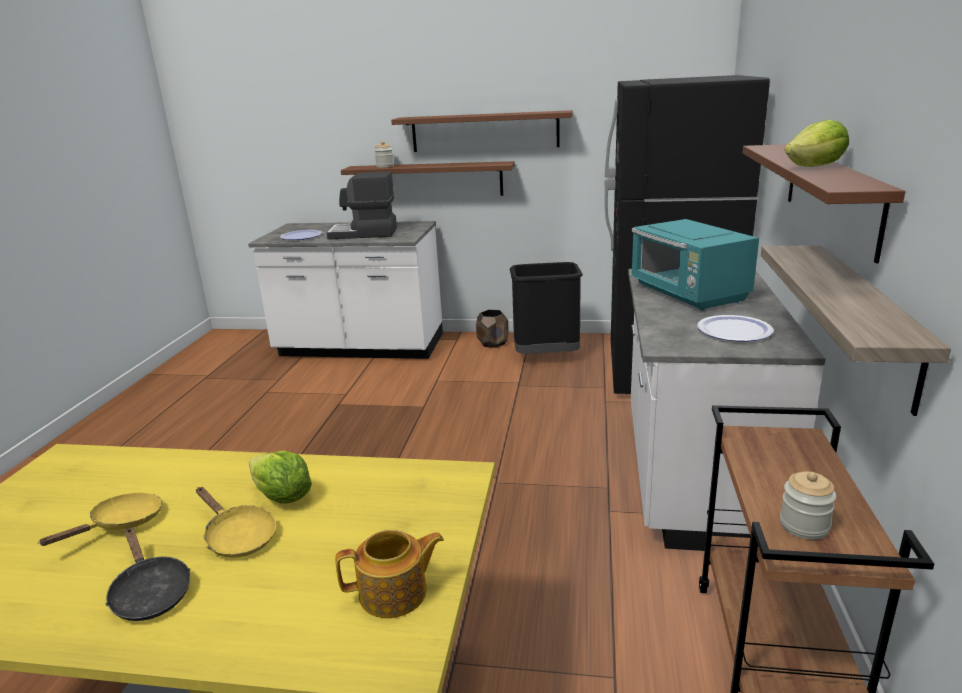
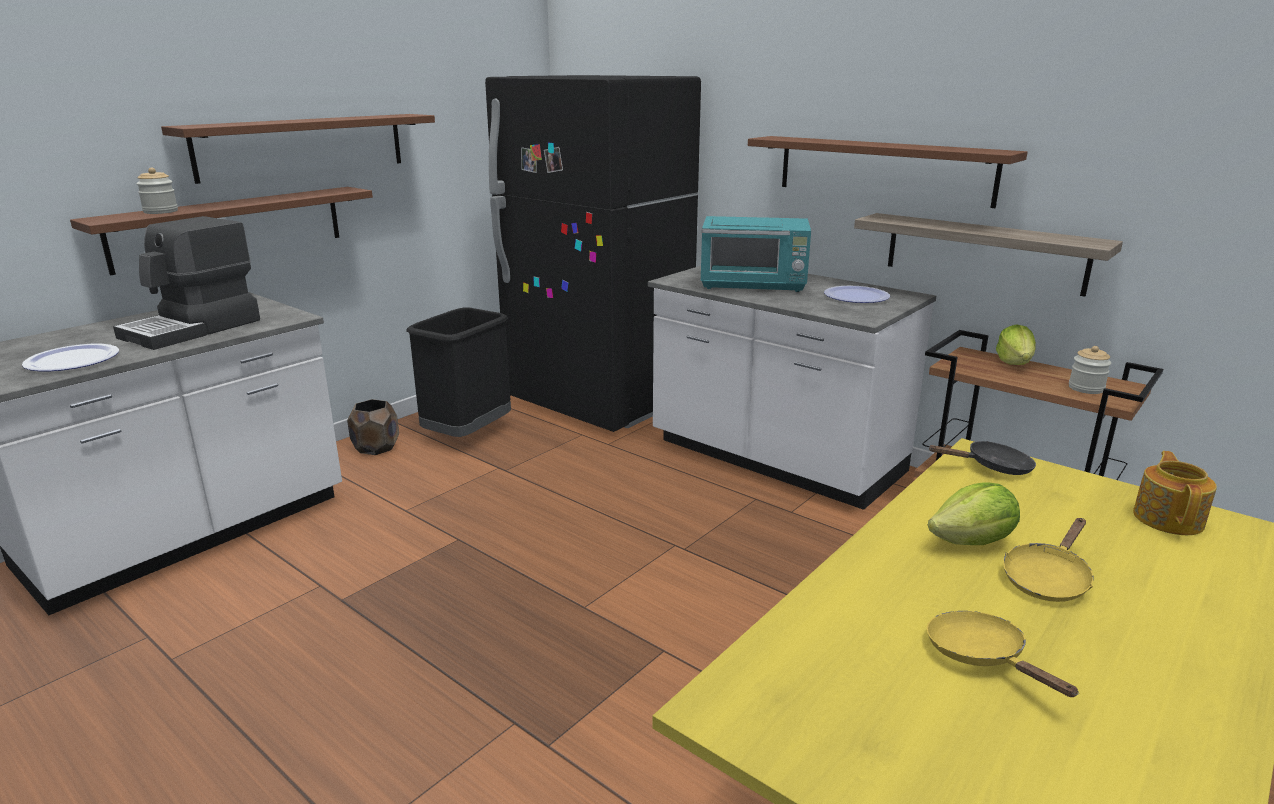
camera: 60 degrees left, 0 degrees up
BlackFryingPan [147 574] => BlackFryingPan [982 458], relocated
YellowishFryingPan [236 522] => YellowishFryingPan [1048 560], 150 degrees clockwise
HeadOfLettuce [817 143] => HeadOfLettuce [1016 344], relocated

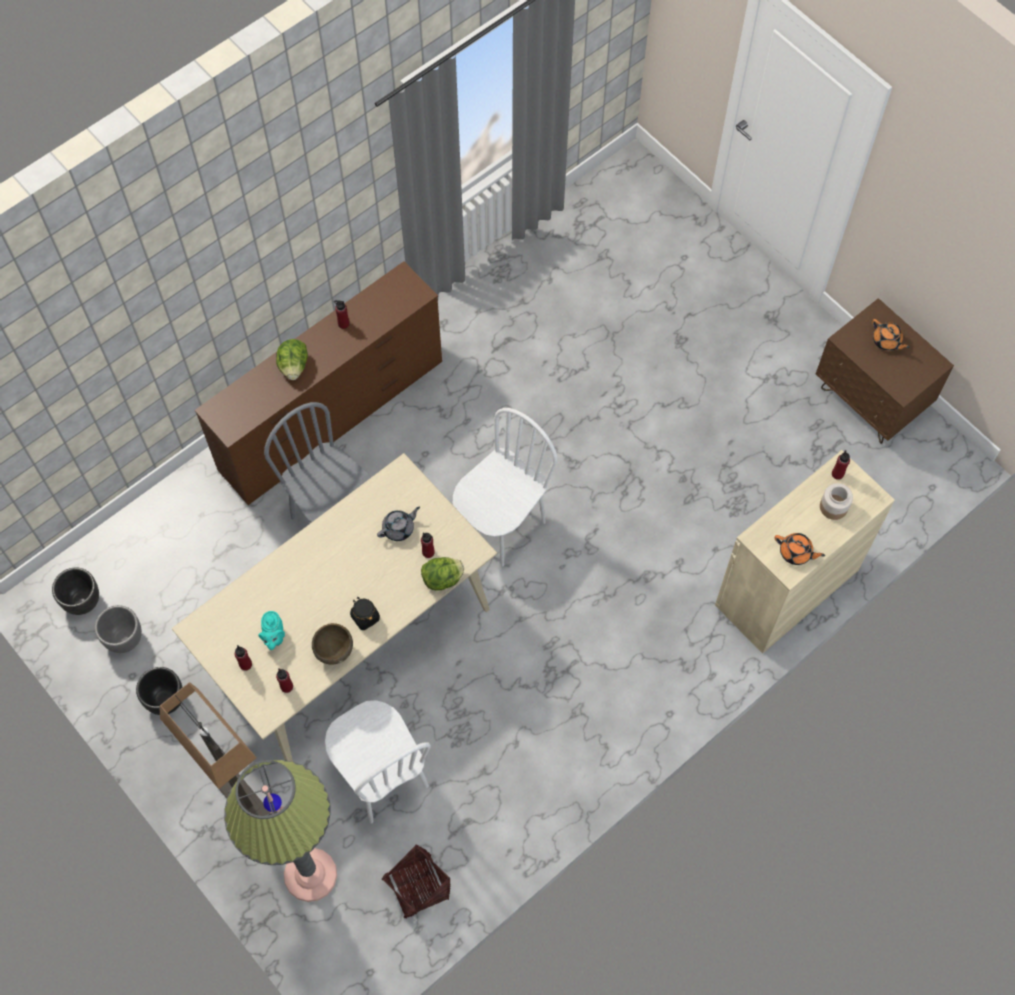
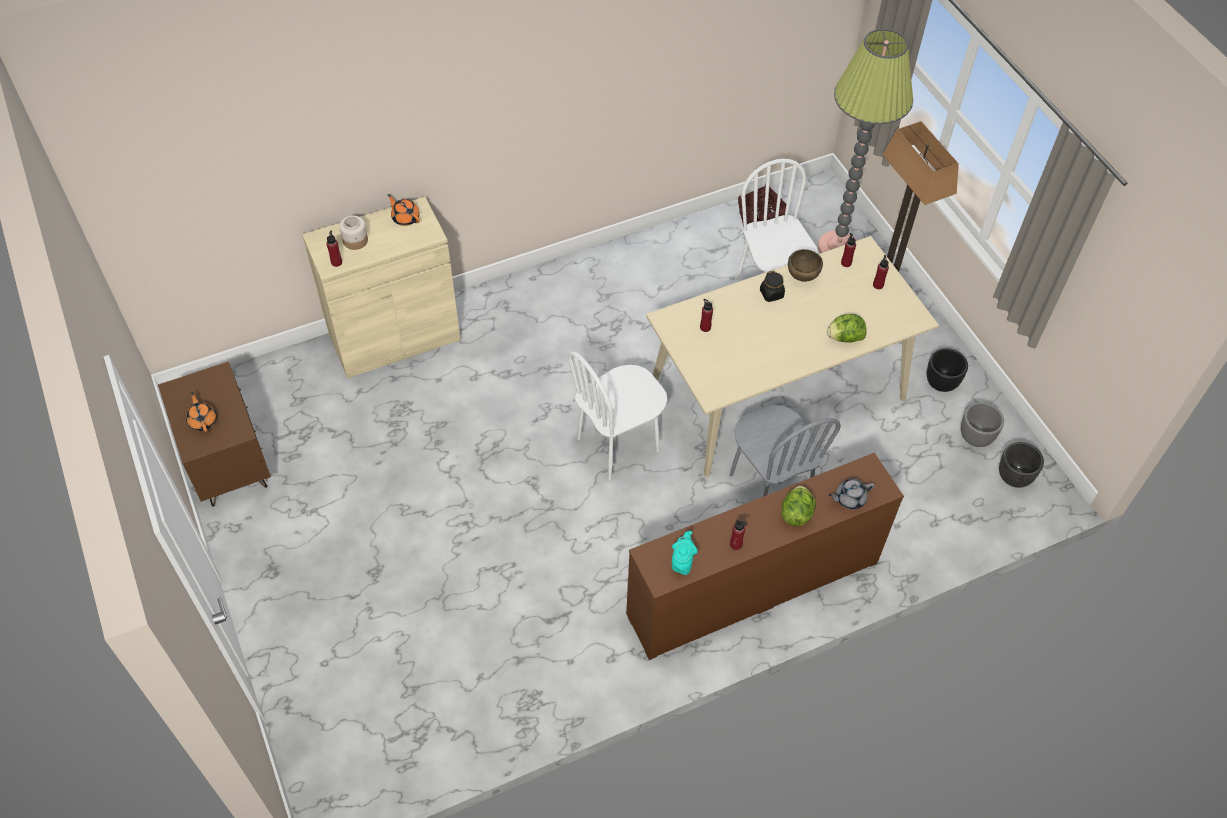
camera: 165 degrees left, 10 degrees down
BlueGreenPotForTea [271 630] => BlueGreenPotForTea [685 553], relocated
GrayPotForTea [398 524] => GrayPotForTea [852 494], relocated
HeadOfLettuce [442 574] => HeadOfLettuce [846 328], relocated

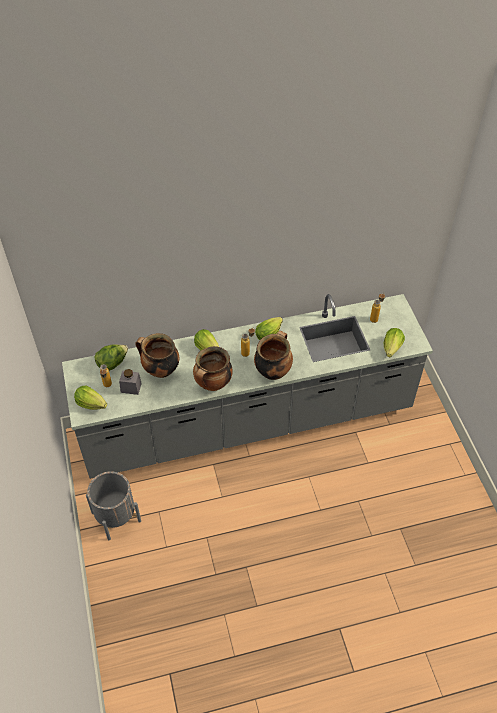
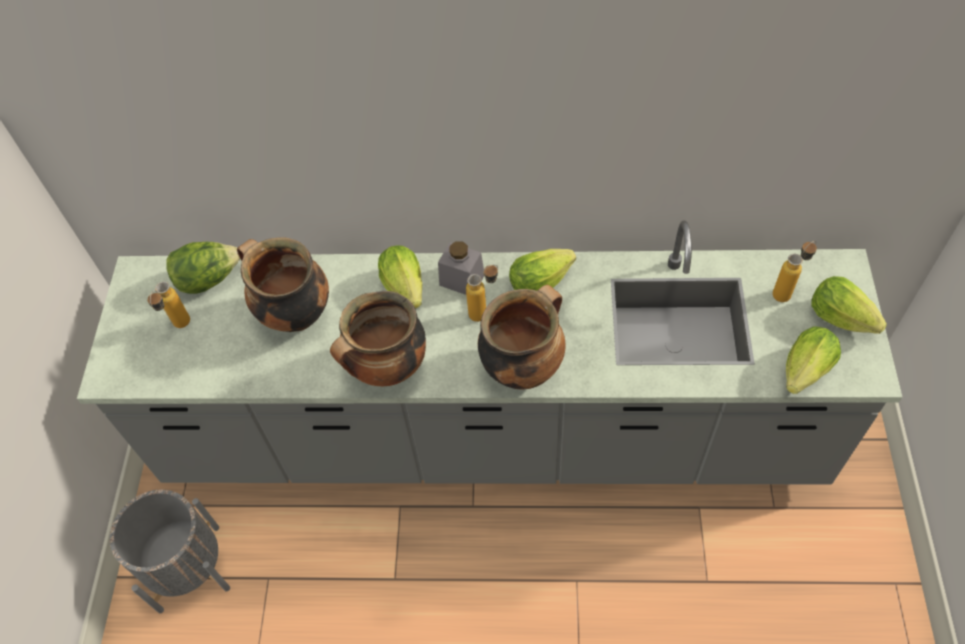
camera: 20 degrees right, 5 degrees up
HeadOfLettuce [90 397] => HeadOfLettuce [849 305], relocated
GrayPreserveJar [130 382] => GrayPreserveJar [461 268], relocated

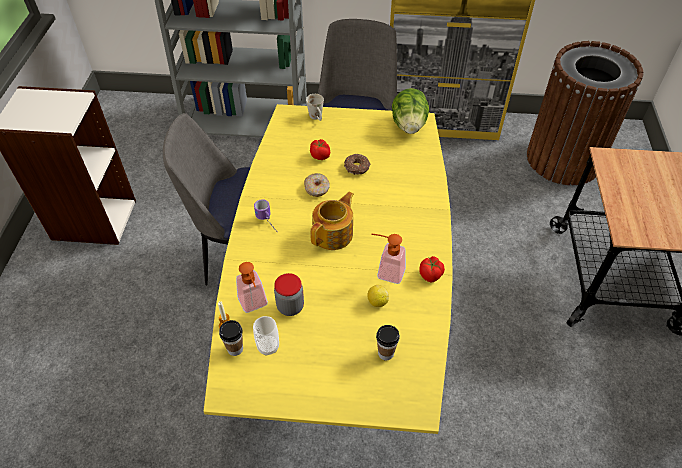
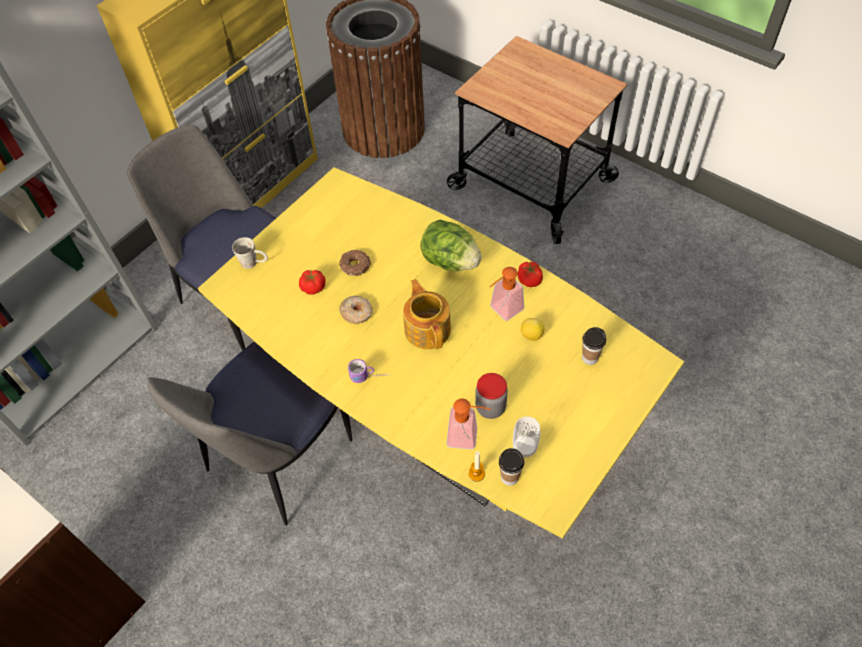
camera: 55 degrees left, 5 degrees up
HeadOfLettuce [410 111] => HeadOfLettuce [451 245], relocated

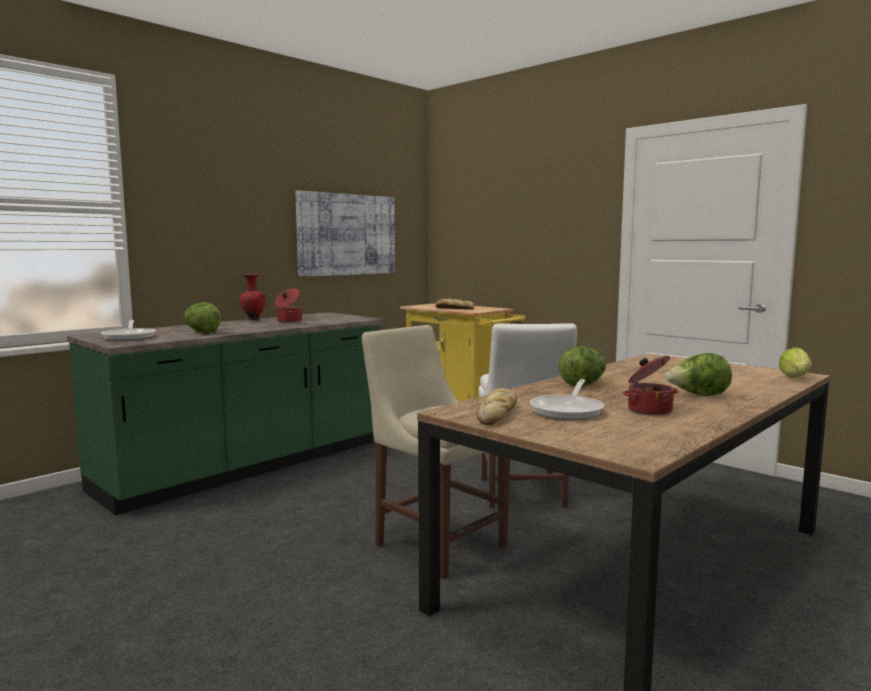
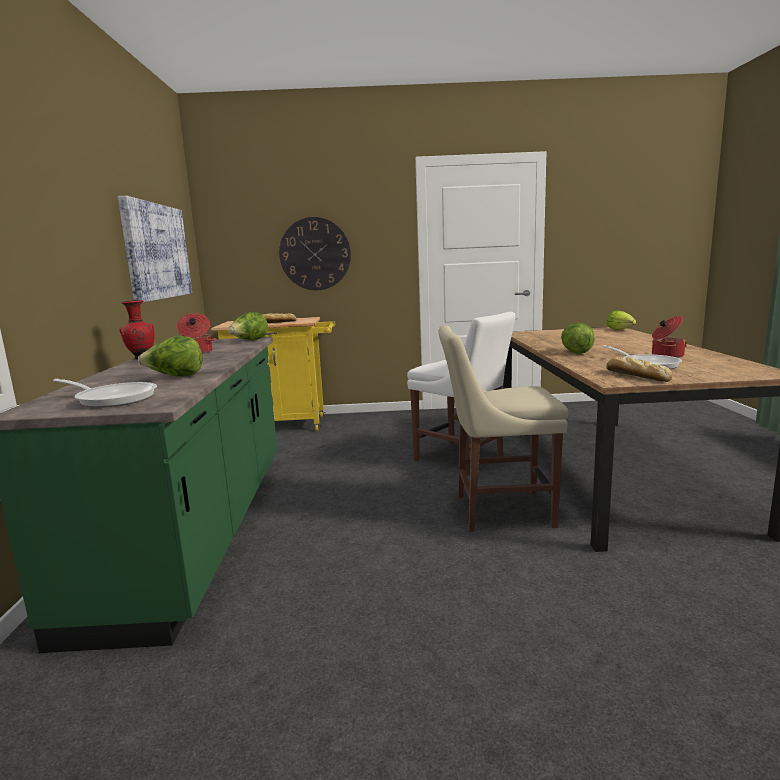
camera: 45 degrees left, 5 degrees up
HeadOfLettuce [698 374] => HeadOfLettuce [248 326], relocated
nothing => WallClock [315 253]

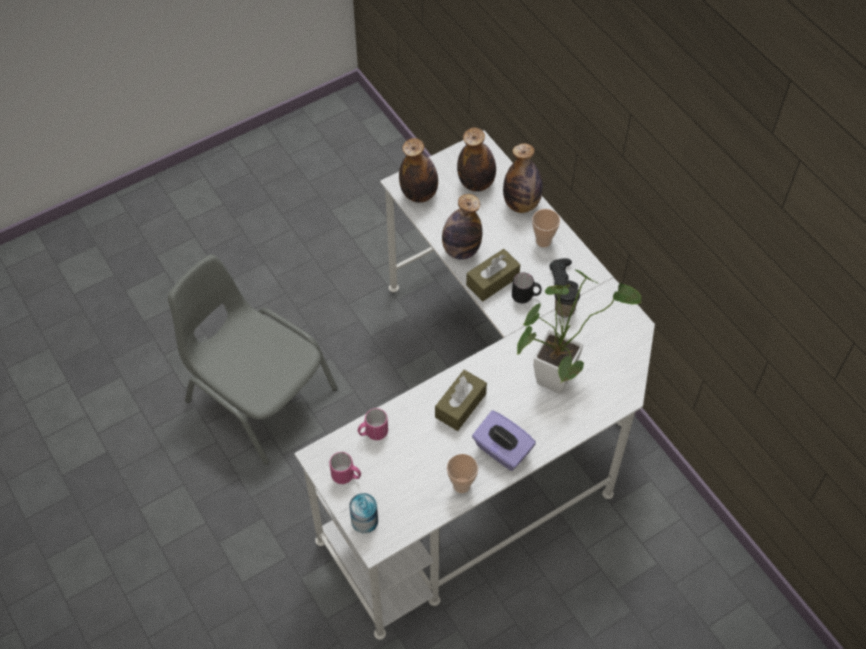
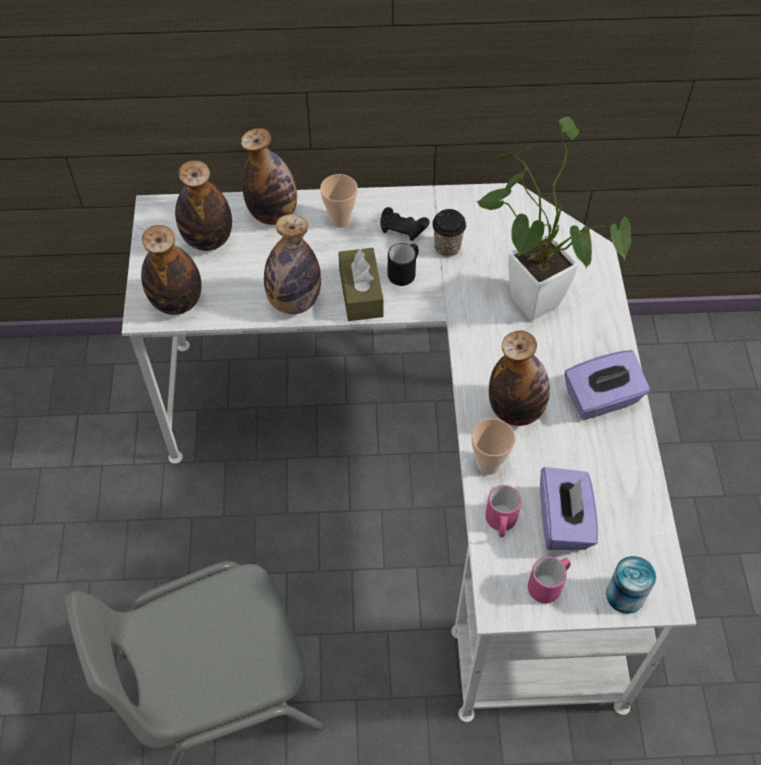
camera: 60 degrees left, 0 degrees up
BrownishBoxOfTissues [461 400] => BeverageBottle [519 378]
Cup [463 473] => Cup [494 446], relocated
nothing => PurpleBoxOfTissues [569 508]

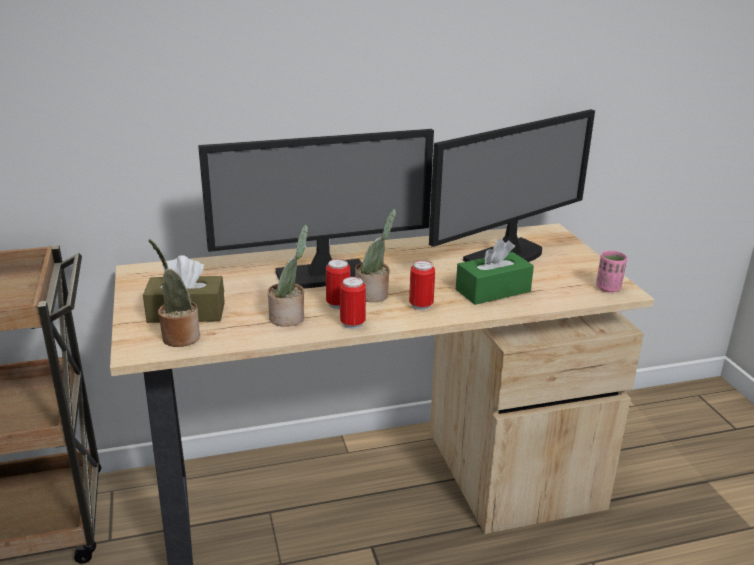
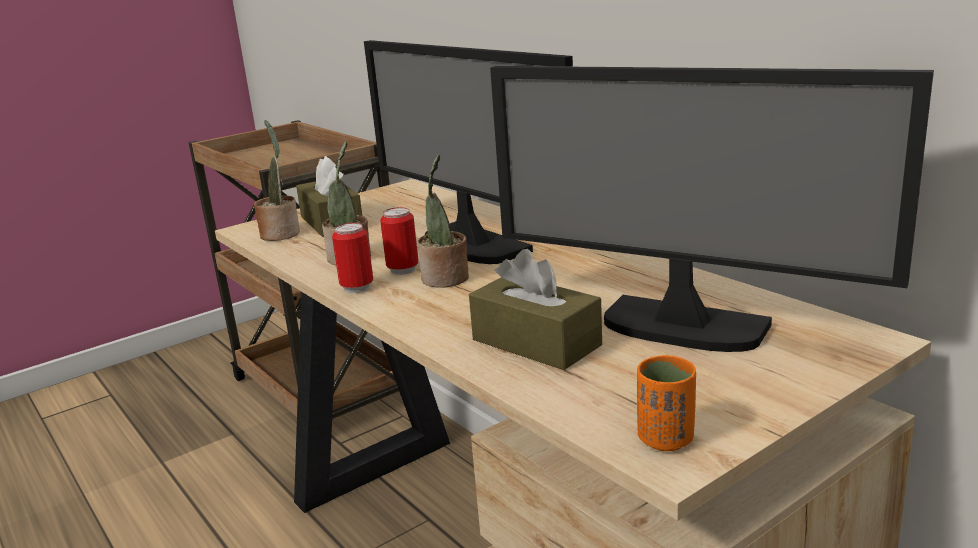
camera: 70 degrees right, 5 degrees down
MetalCan [422 285] => nothing
GreenColouredBoxOfTissues [495 272] => BrownishBoxOfTissues [535 309]
PinkCup [611 272] => OrangeyCup [666 403]

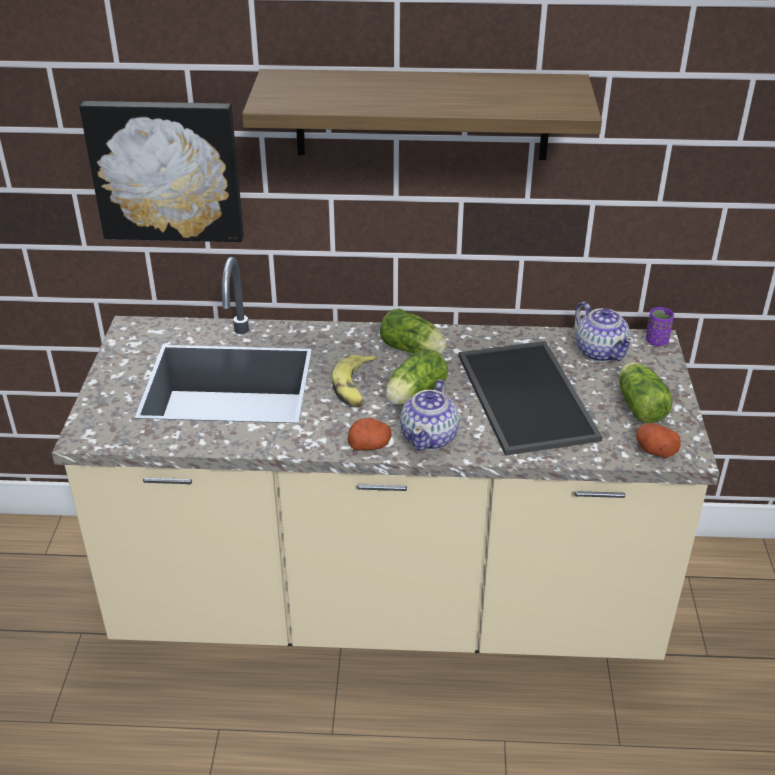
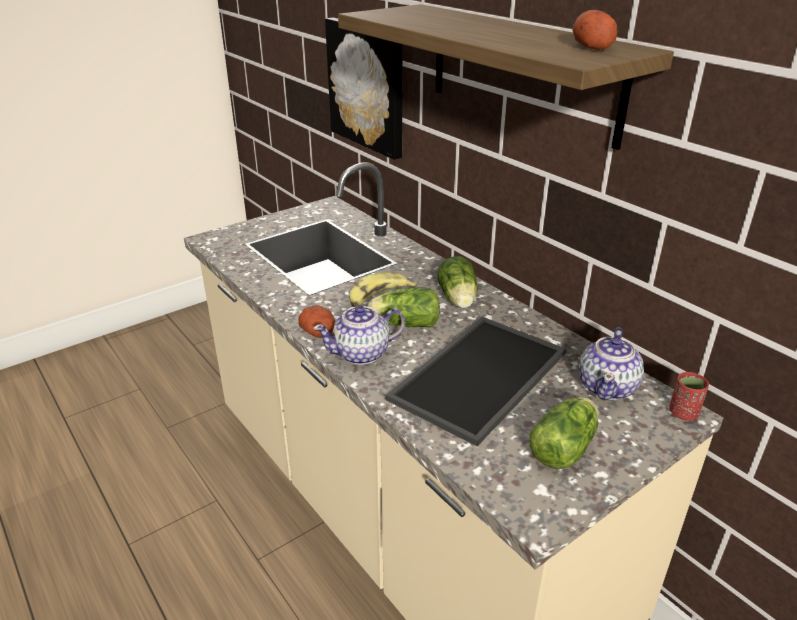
camera: 50 degrees right, 5 degrees down
WholePotato [658 440] => WholePotato [595 30], relocated
PurpleCup [660 326] => ReddishCup [689 396]

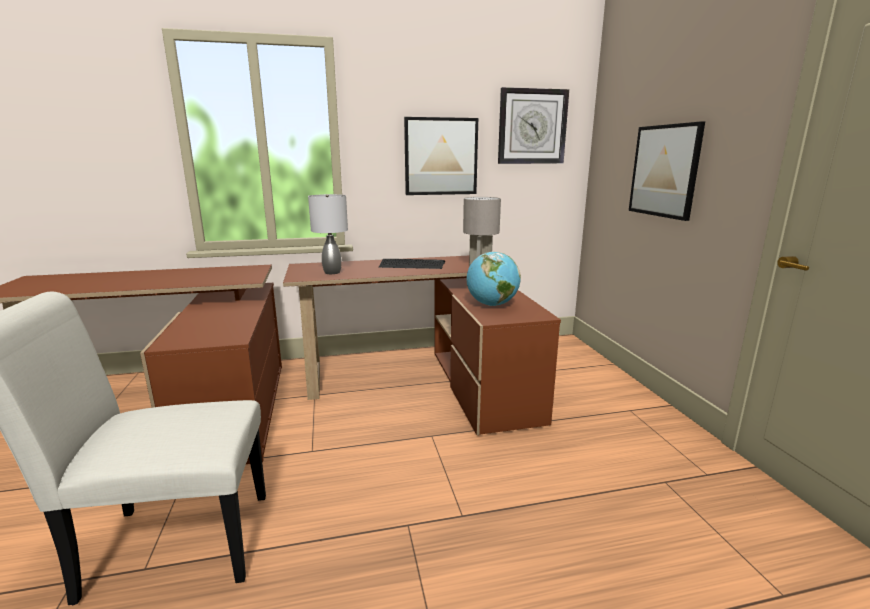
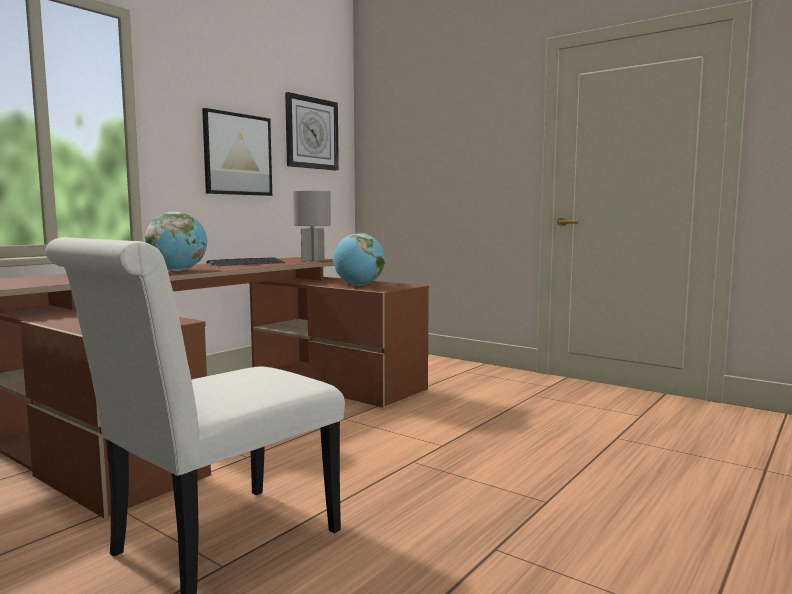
camera: 40 degrees left, 10 degrees down
GrayLampForATable [328 234] => DeskGlobe [176 241]
WallPicture [667 171] => nothing

